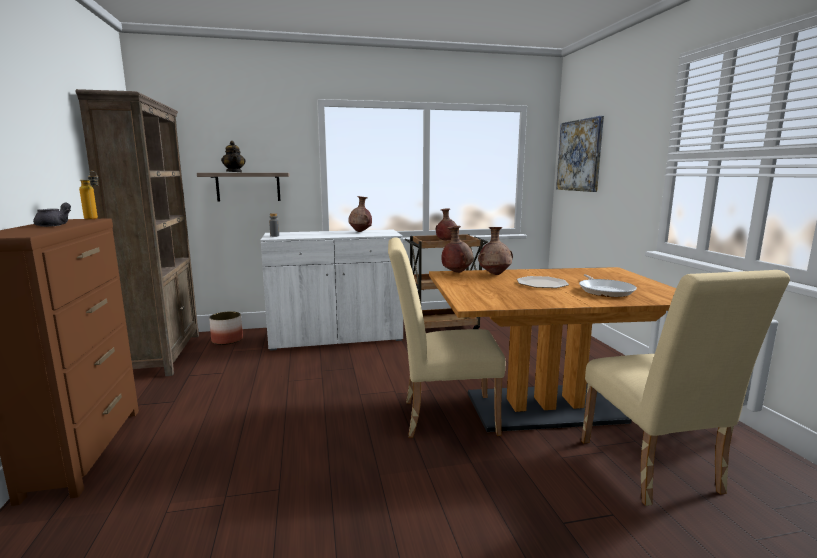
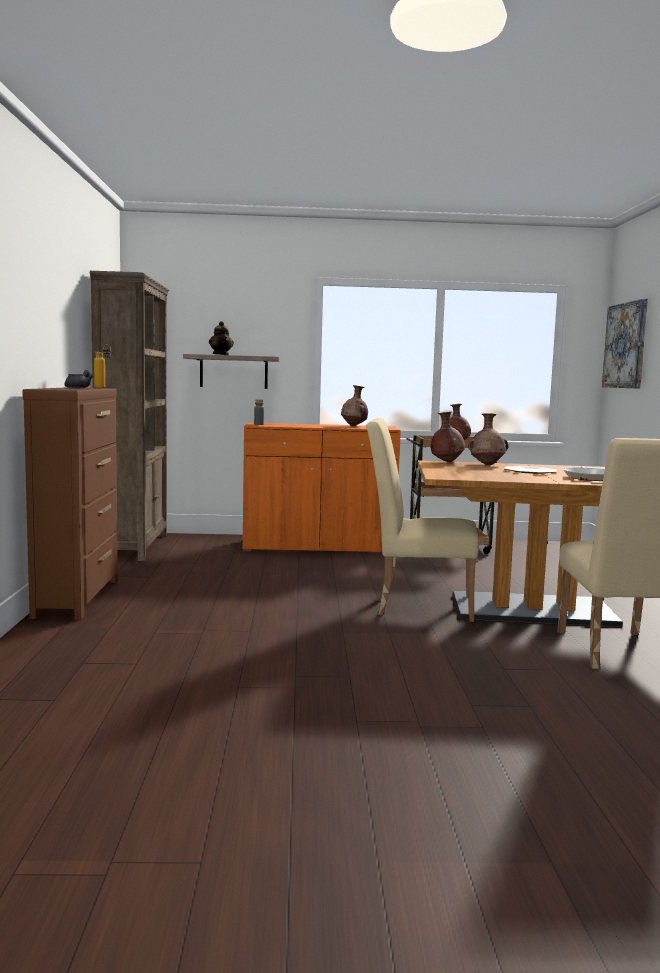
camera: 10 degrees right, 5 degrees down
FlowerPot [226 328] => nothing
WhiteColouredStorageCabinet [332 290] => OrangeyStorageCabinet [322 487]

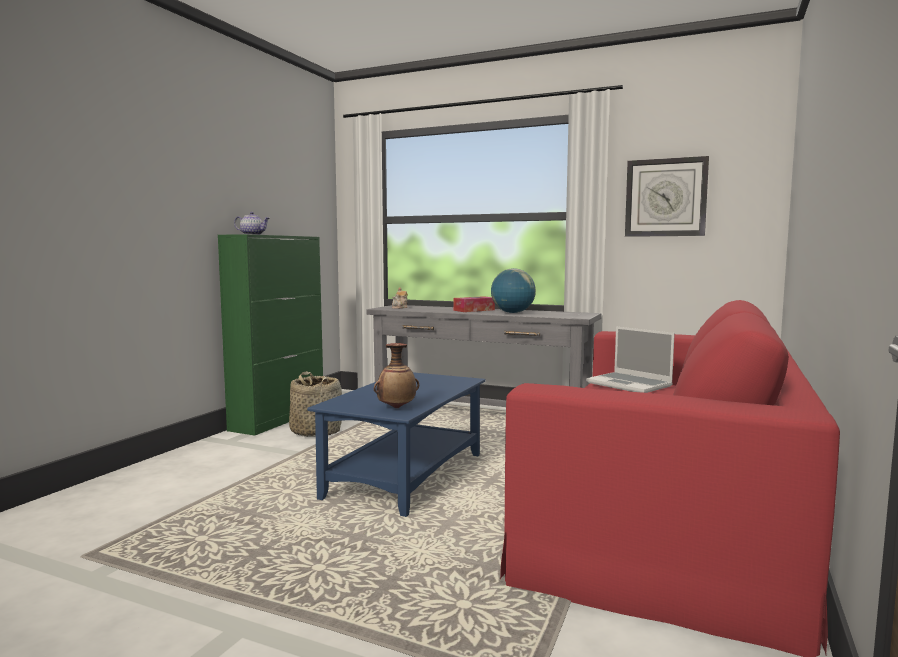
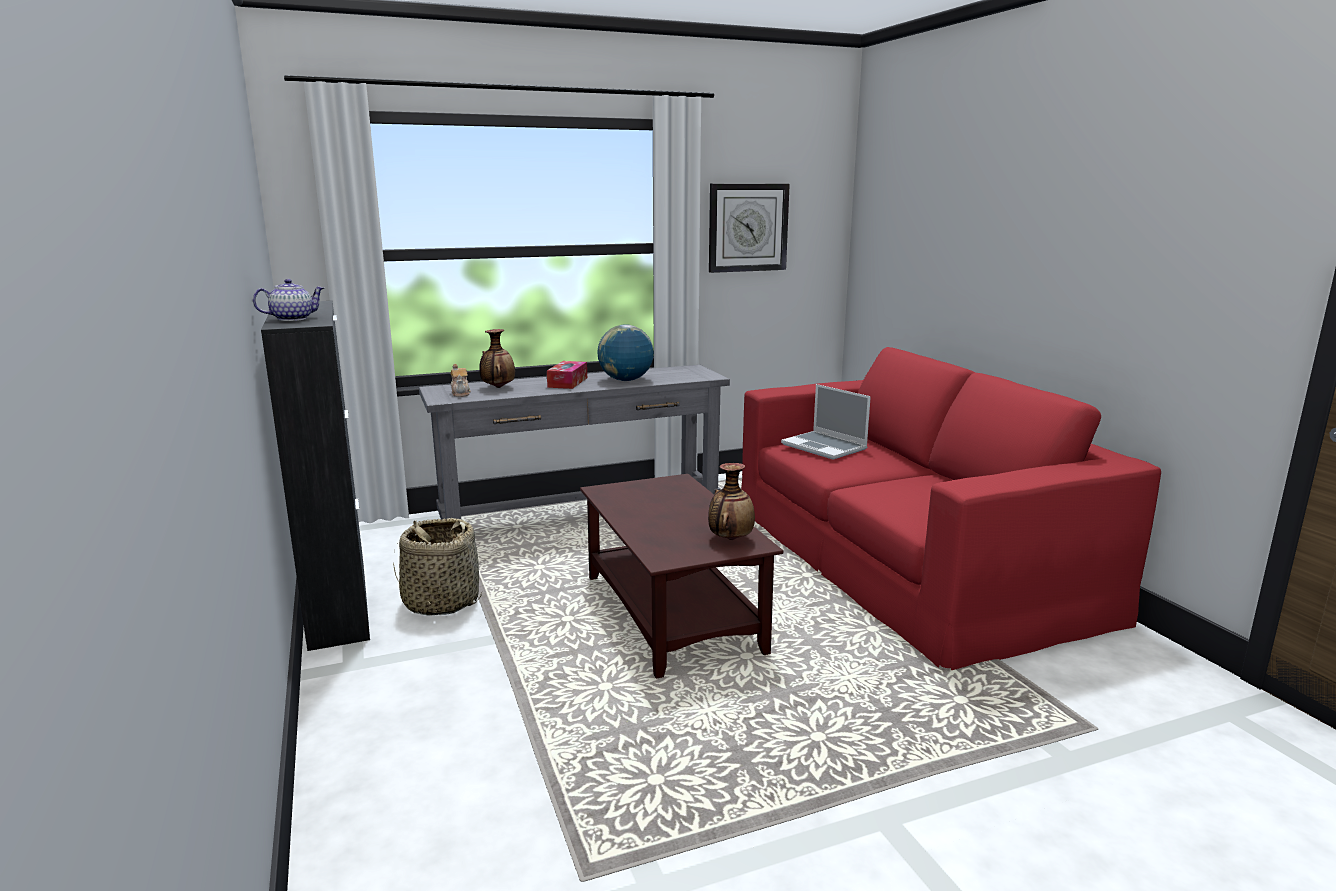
camera: 45 degrees left, 10 degrees up
GreenColouredStorageCabinet [270 335] => BlackStorageCabinet [315 476]
BlueColouredLowTable [396 444] => BrownishLowTable [681 576]
NotebookComputer [630 359] => NotebookComputer [826 422], 45 degrees clockwise
nothing => DecorativeVase [497 358]

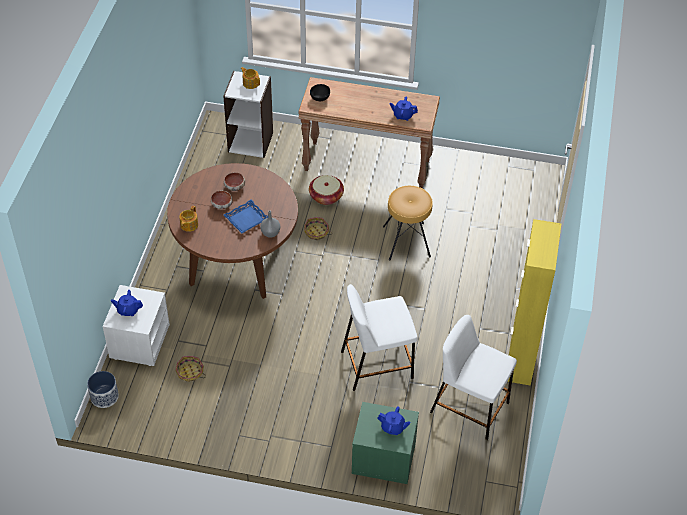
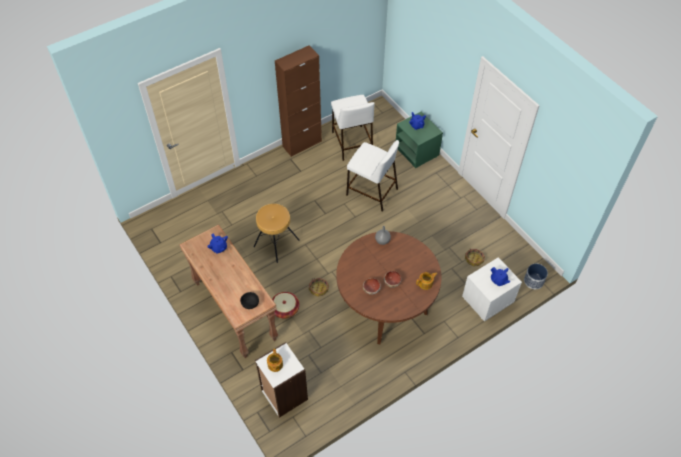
camera: 135 degrees left, 5 degrees up
BlueColouredTray [246 217] => nothing
YellowishStorageCabinet [534 302] => BrownishStorageCabinet [298 101]

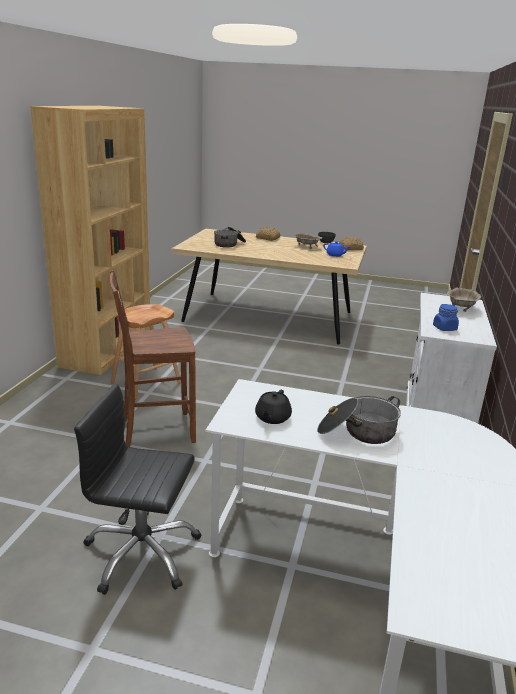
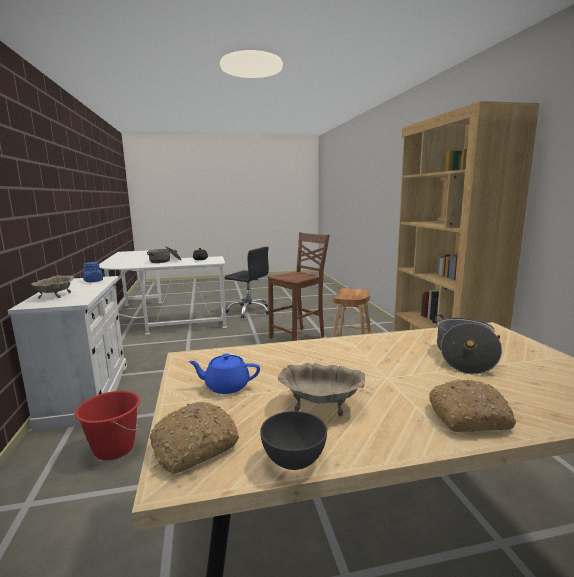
camera: 155 degrees right, 10 degrees down
BlackDeskChair [137 489] => BlackDeskChair [247 282], 45 degrees clockwise
nothing => ReddishPail [107 425]

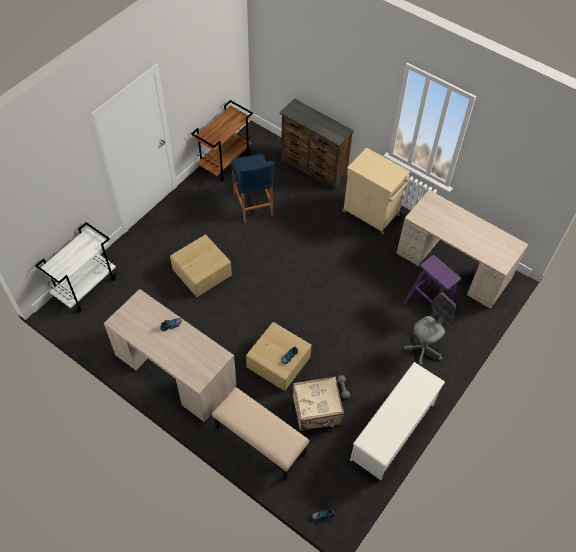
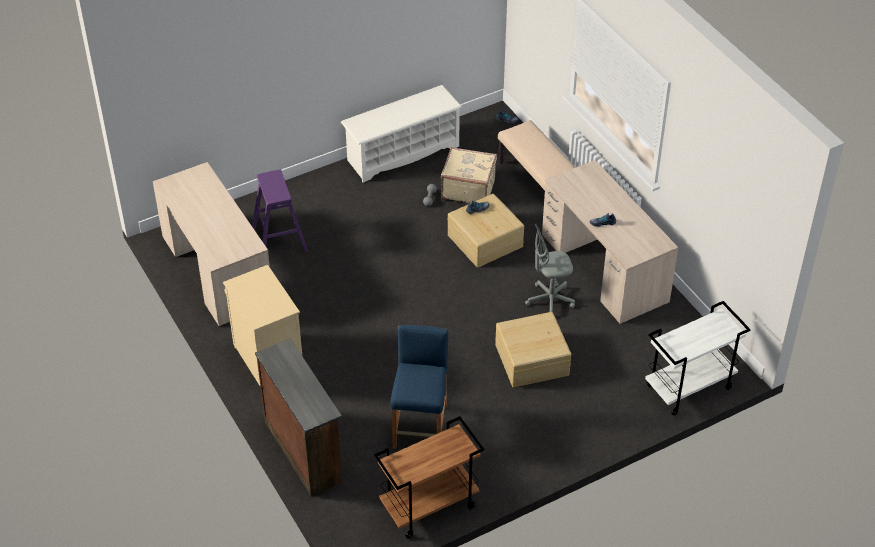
camera: 155 degrees left, 10 degrees down
GrayDeskChair [430 329] => GrayDeskChair [550 268], relocated

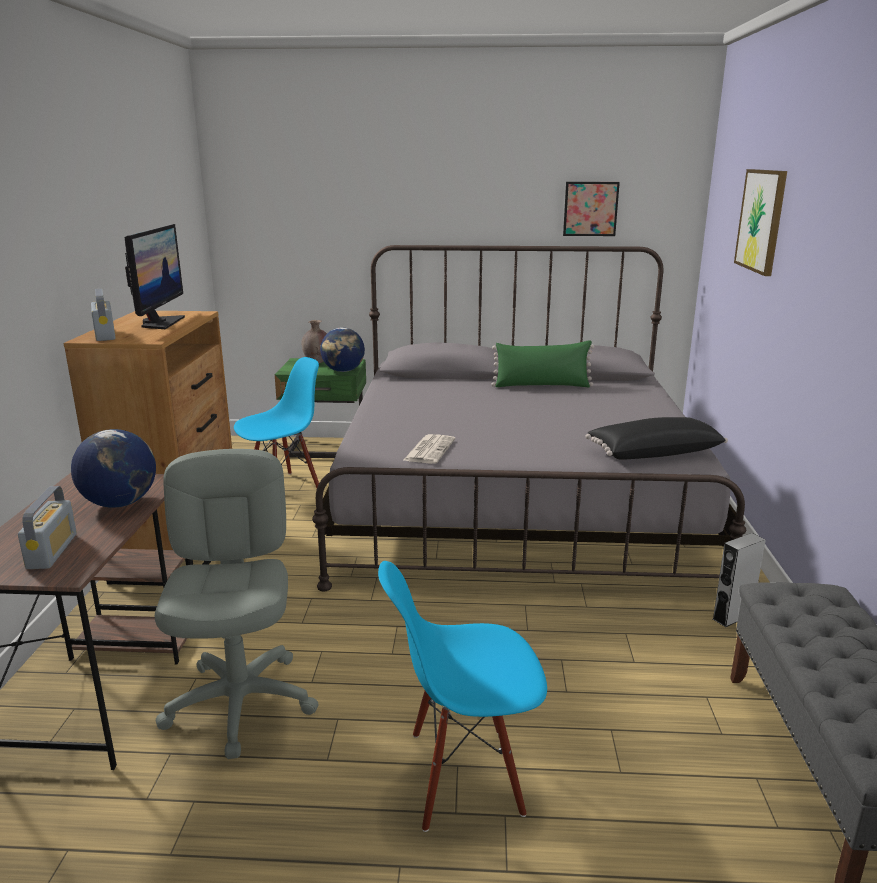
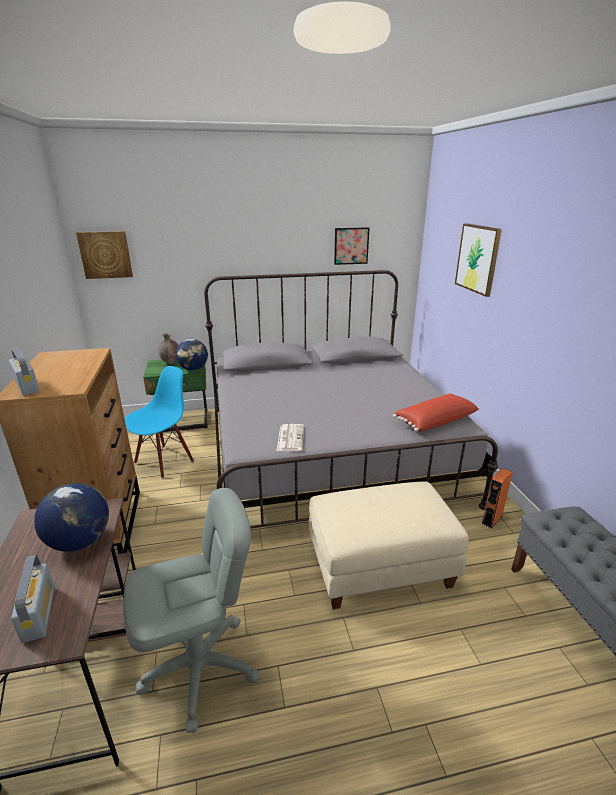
camera: 15 degrees left, 5 degrees up
Monitor [155 276] => nothing
GrayDeskChair [237 604] => GrayDeskChair [191 610], 90 degrees clockwise
BlueColouredPlainChair [462 696] => nothing
GreenColouredCushion [542 363] => nothing
BlackCushion [656 438] => ReddishCushion [436 412]
GraySpeaker [739 580] => OrangeySpeaker [497 498]
nothing => WallPicture [104 255]
nothing => BeigeFootrest [389 545]

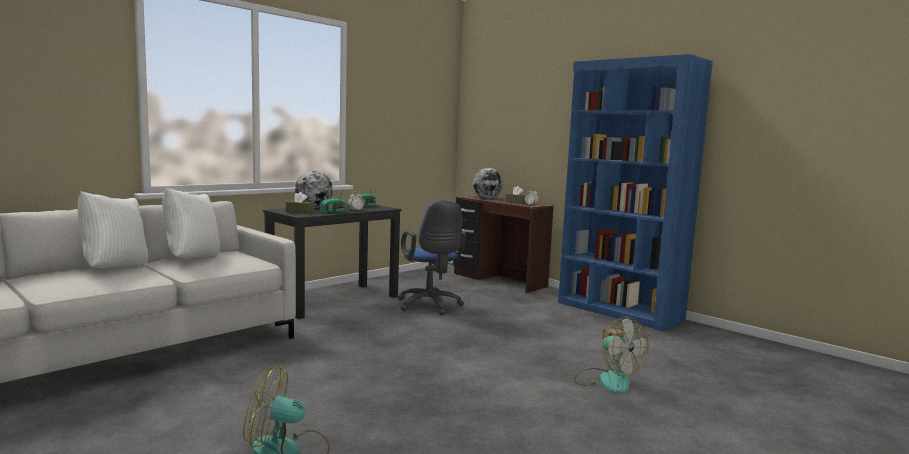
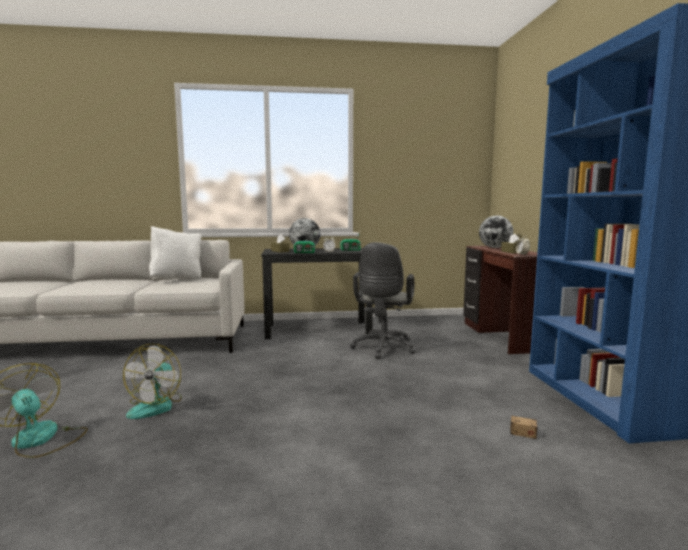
camera: 40 degrees right, 0 degrees up
WhiteColouredCushion [113 229] => nothing
BlueColouredDeskChair [432 257] => GrayDeskChair [383 300]
CoolingFan [611 355] => CoolingFan [152 381], relocated

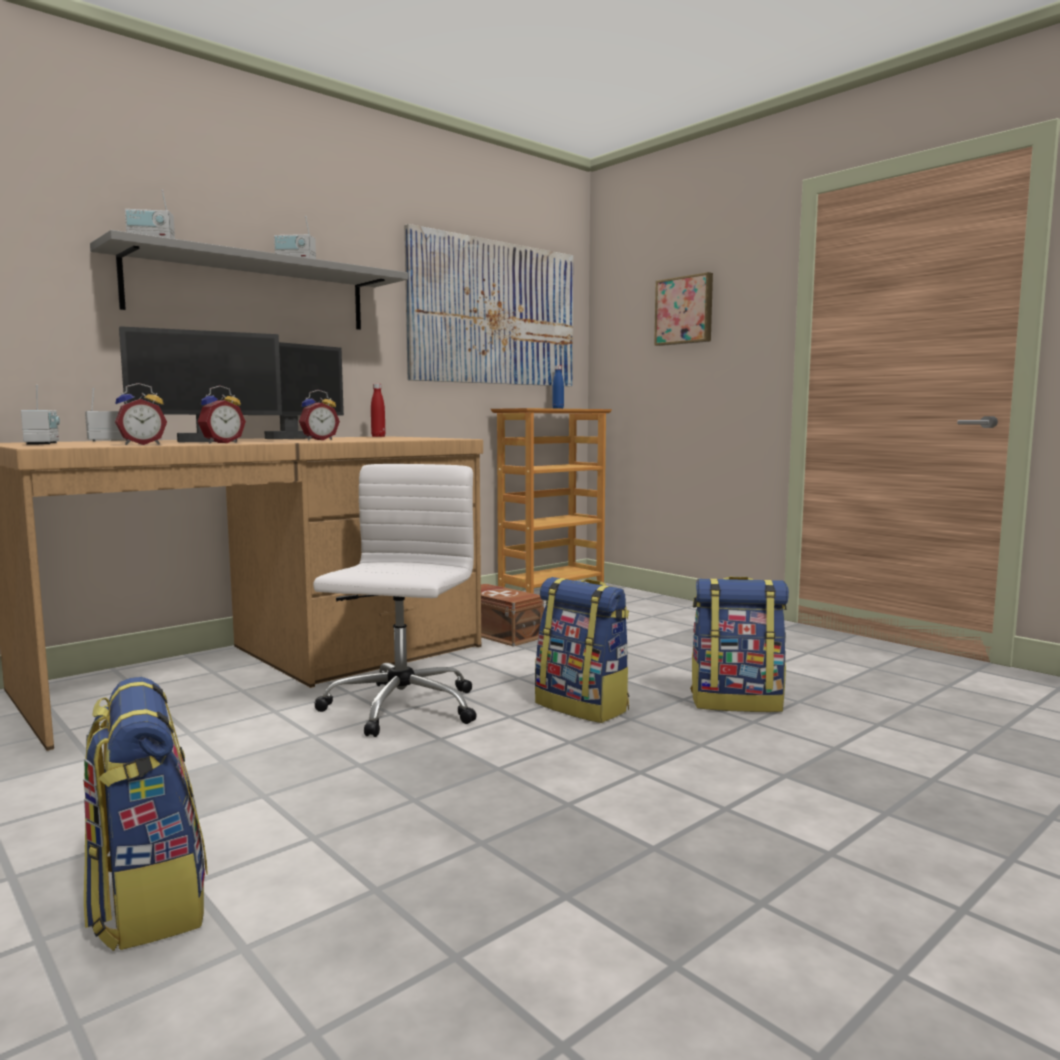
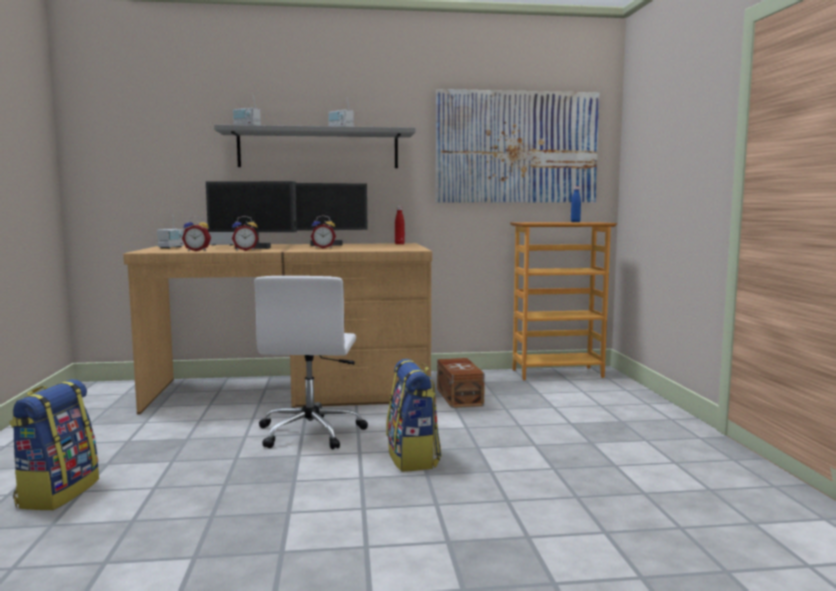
camera: 35 degrees right, 0 degrees up
WhiteColouredDeskChair [395 600] => WhiteColouredDeskChair [311 362], 135 degrees clockwise
WallPicture [683 309] => nothing
Backpack [739 644] => nothing

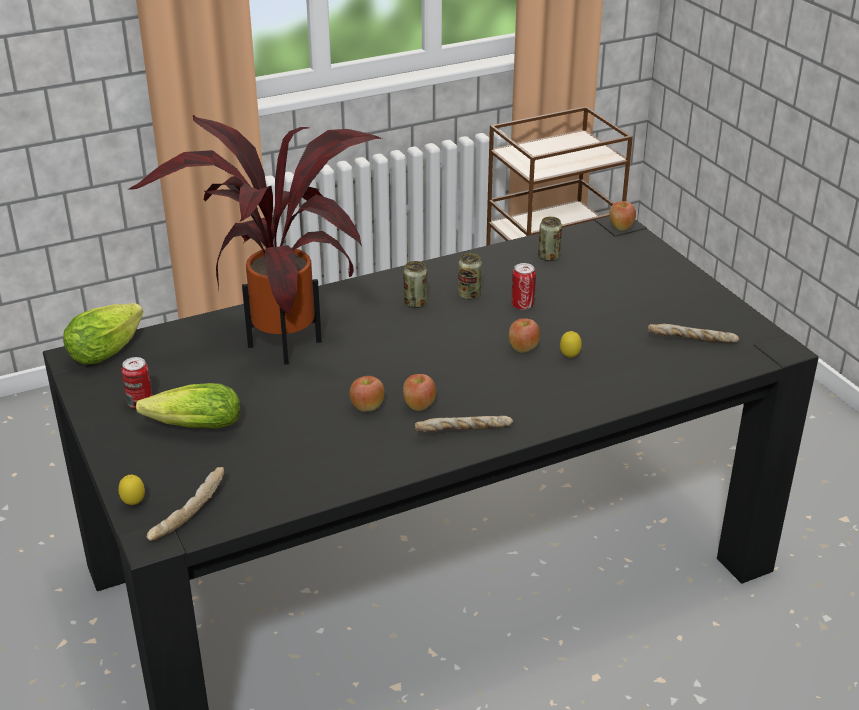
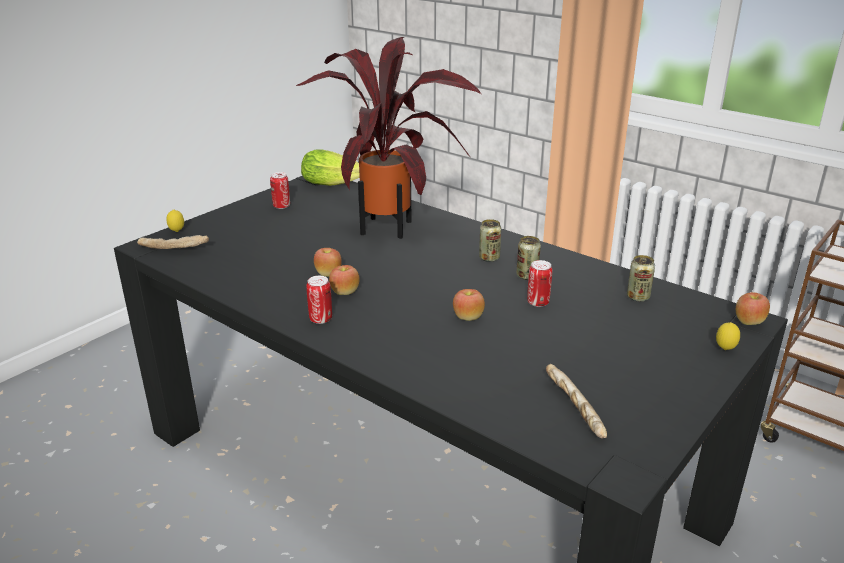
camera: 65 degrees right, 5 degrees down
HeadOfLettuce [188 405] => nothing
BakeryBread [464 424] => MetalCan [319 300]
WholeLemon [571 344] => WholeLemon [728 336], relocated

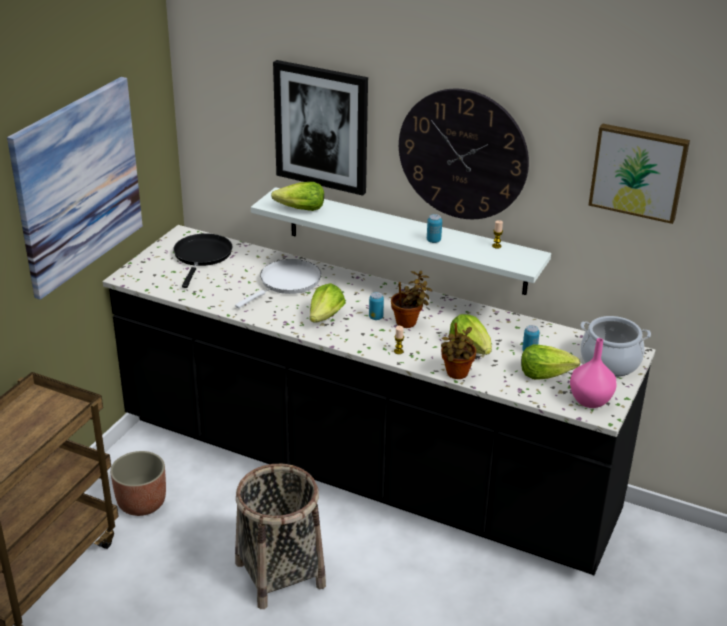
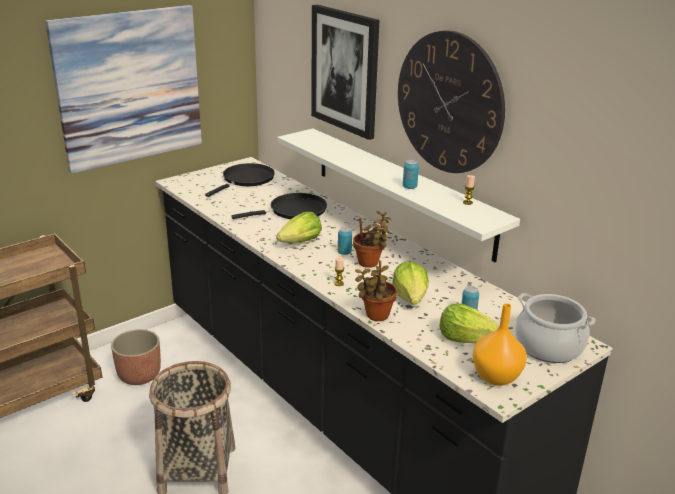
camera: 25 degrees right, 5 degrees down
WhiteColouredFryingPan [278 283] => BlackFryingPan [279 206]
HeadOfLettuce [297 196] => nothing
PinkDecorativeVase [593 373] => OrangeyDecorativeVase [500 344]
WallPicture [639 173] => nothing

